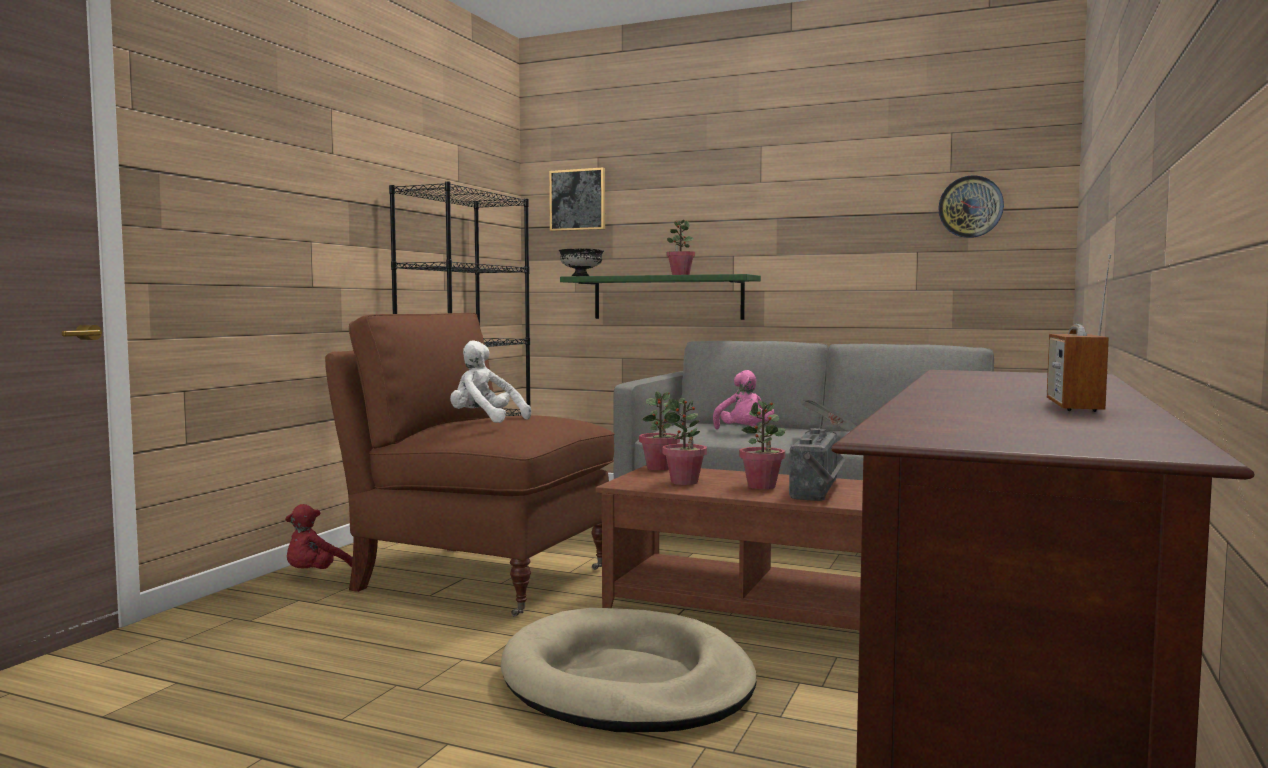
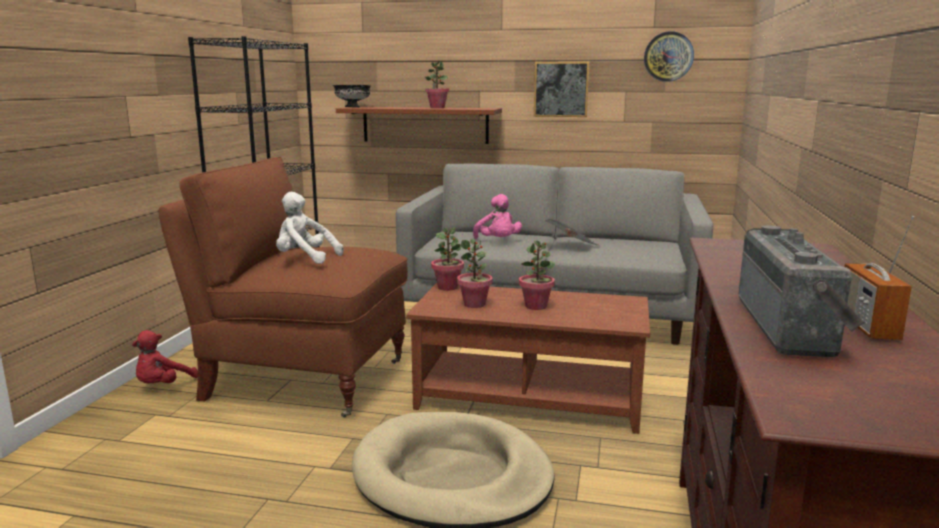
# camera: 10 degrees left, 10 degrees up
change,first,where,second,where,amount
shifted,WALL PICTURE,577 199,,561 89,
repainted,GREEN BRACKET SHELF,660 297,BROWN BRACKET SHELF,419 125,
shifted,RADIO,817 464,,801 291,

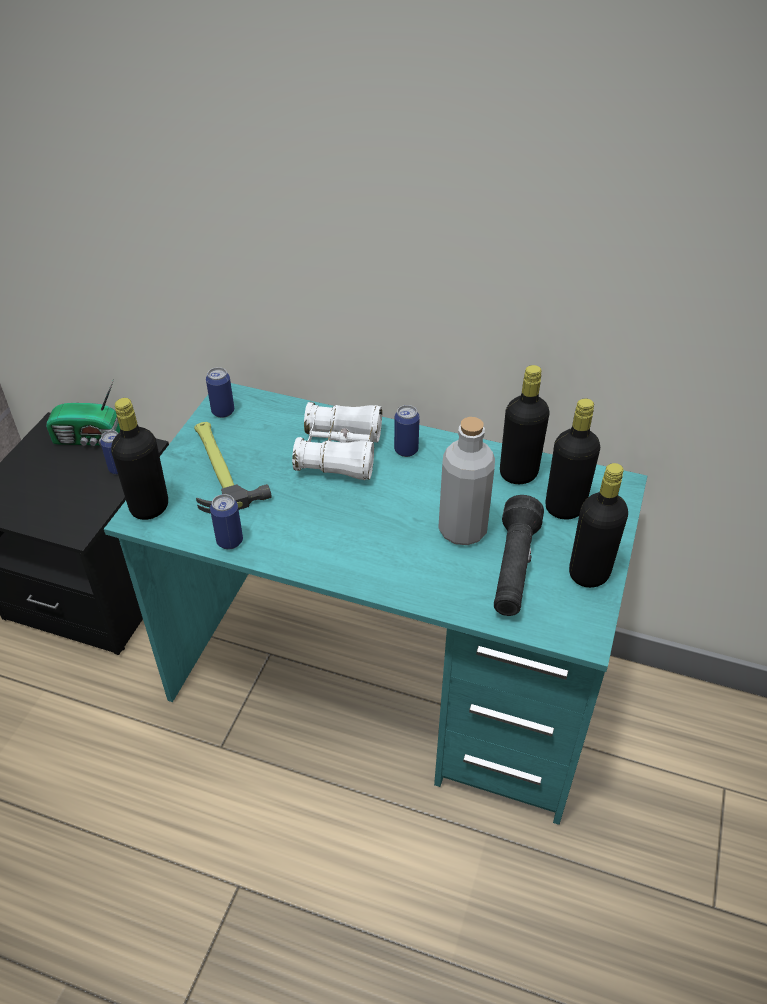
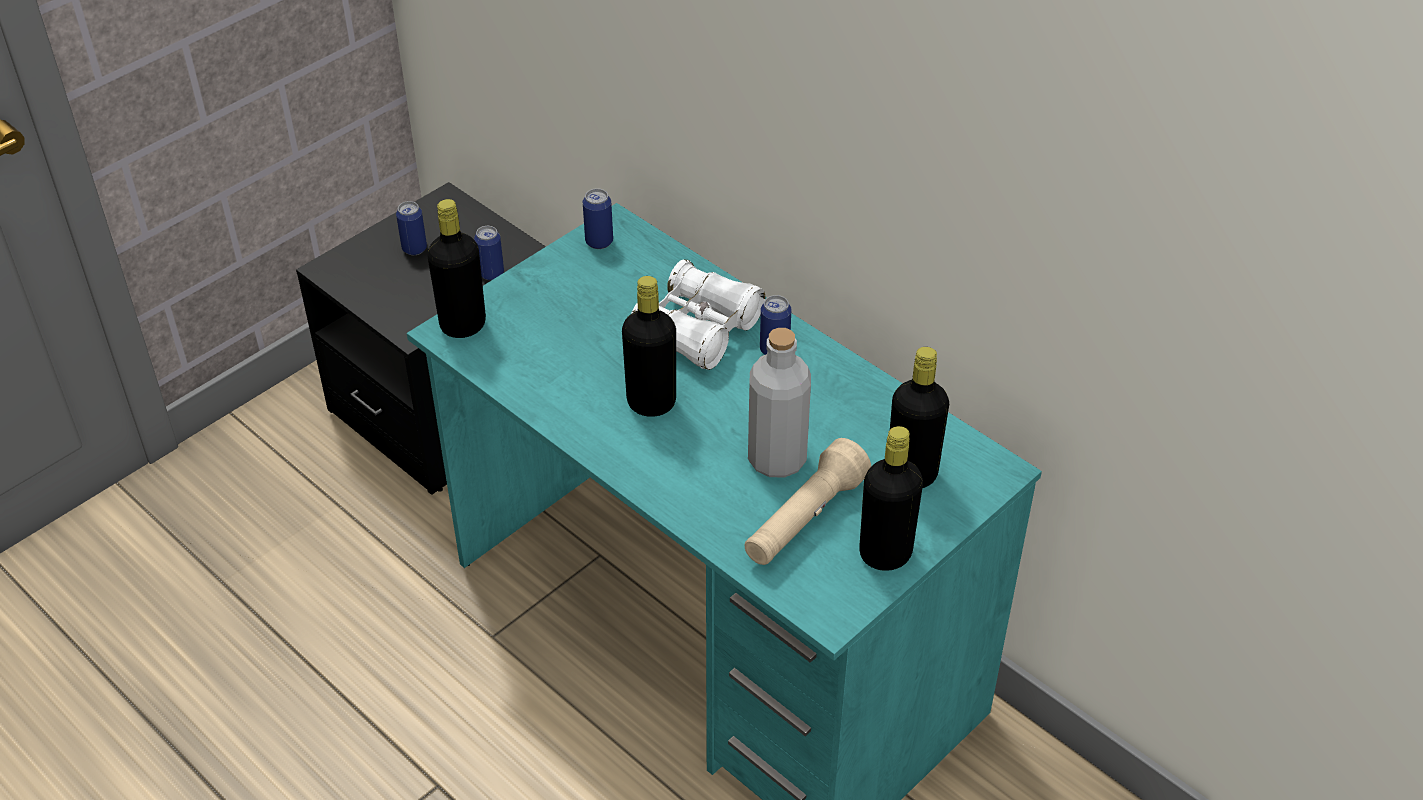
# camera: 25 degrees right, 0 degrees up
change,first,where,second,where,amount
shifted,BLACK BOTTLE,525 424,,649 346,
gone,RADIO,83 412,,,
gone,HAND HAMMER,233 468,,,
shifted,CAN,226 521,,411 228,
repainted,BLACK HAND TORCH,519 555,BEIGE-COLOURED HAND TORCH,808 501,

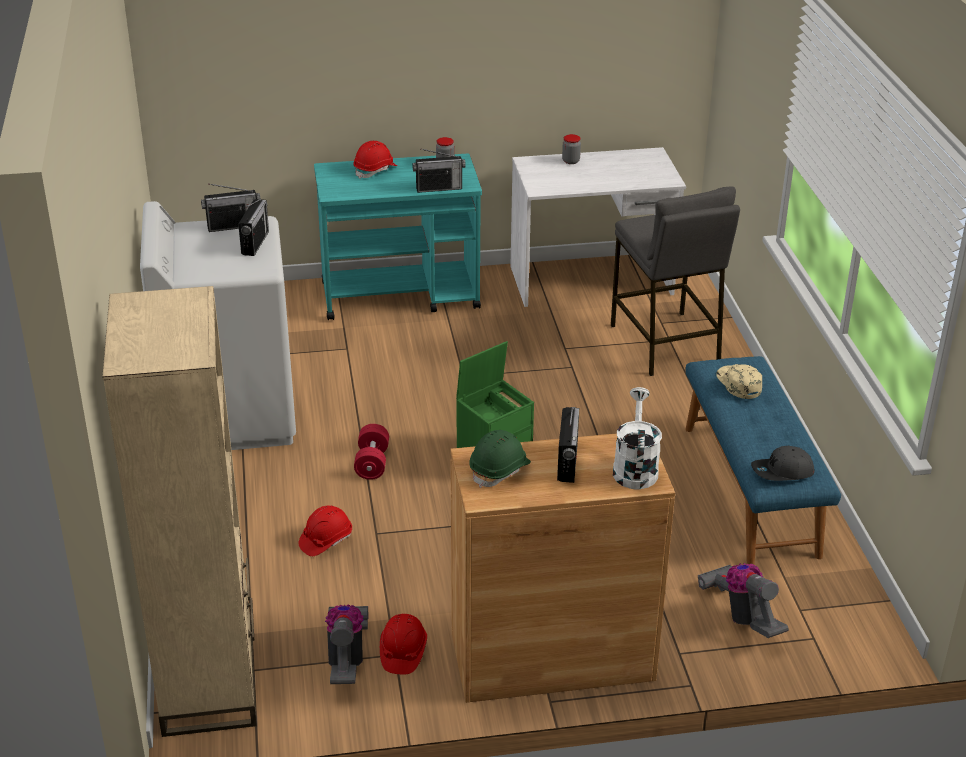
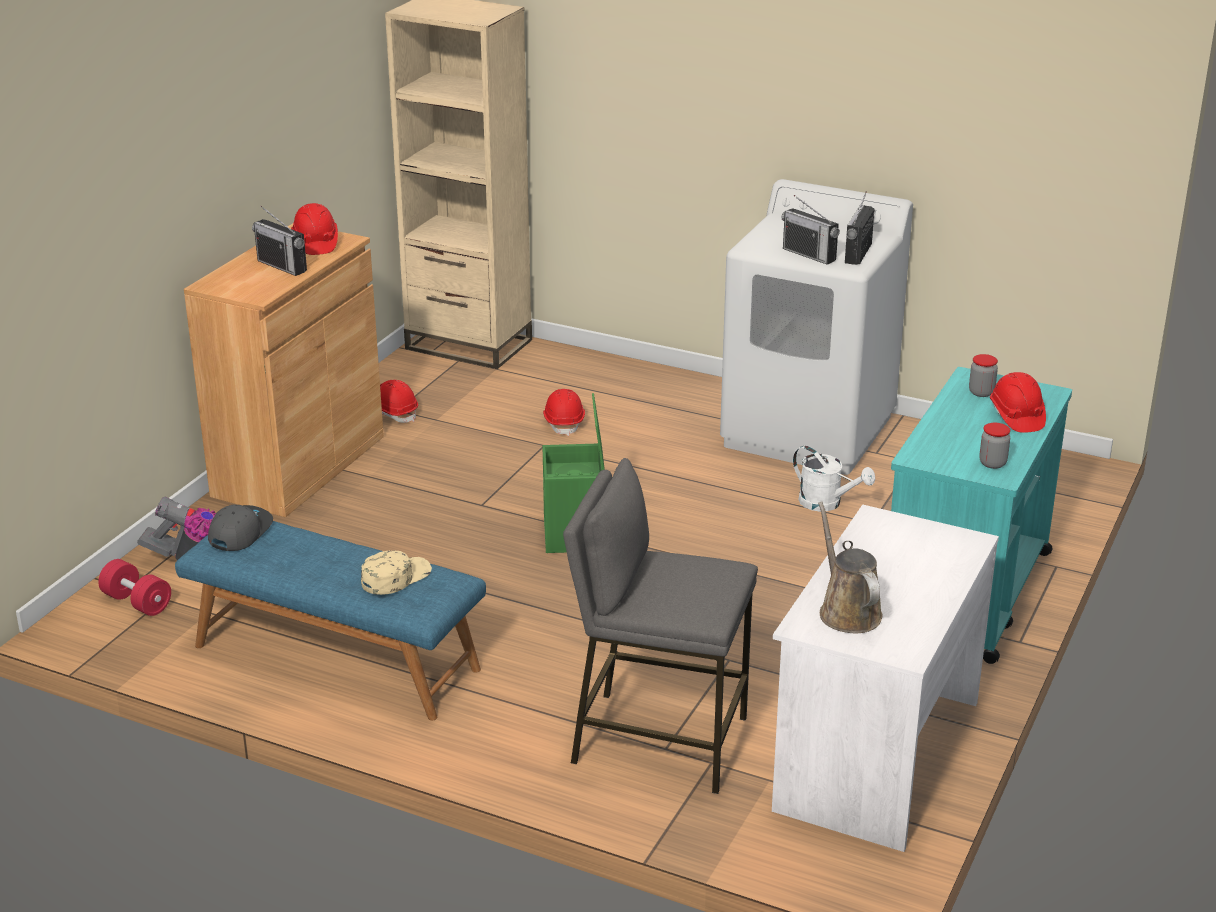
# camera: 125 degrees right, 5 degrees down
change,first,where,second,where,amount
shifted,PRESERVE JAR,571 149,,983 375,
gone,RADIO,439 170,,,
rotated,BEIGE-COLOURED PEAKED CAP,739 381,,396 572,60 degrees counterclockwise
shifted,WHITISH SPRINKLING CAN,637 438,,834 479,
shifted,RED FREE WEIGHT,371 452,,134 587,
repainted,GREEN HARD HAT,500 459,RED HARD HAT,314 229,
gone,HOOVER,347 644,,,
new,,,BROWN SPRINKLING CAN,850 567,

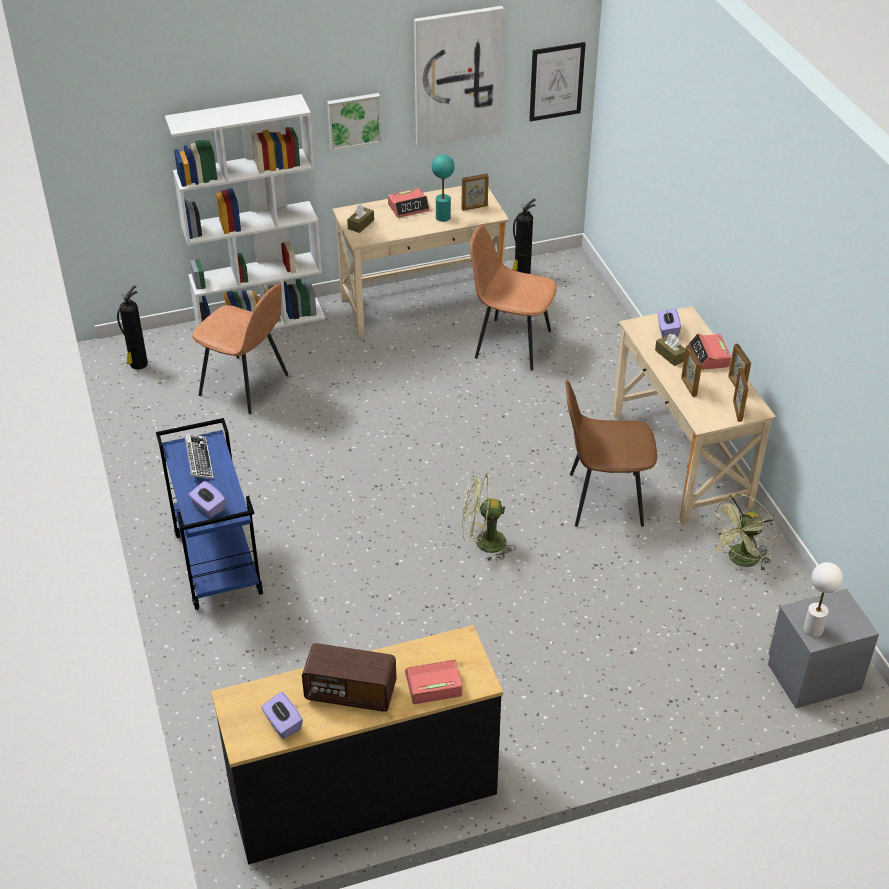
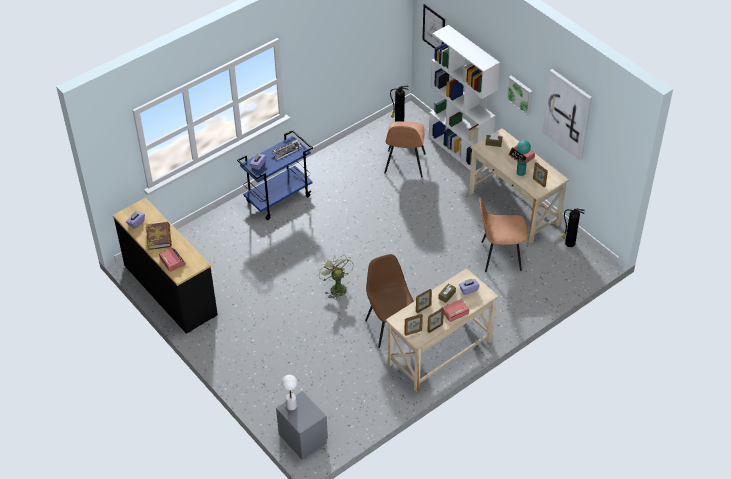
# camera: 70 degrees right, 5 degrees up
change,first,where,second,where,amount
shifted,WALL PICTURE,557 82,,434 26,
rotated,BROWN CHAIR,513 297,,503 234,90 degrees counterclockwise
gone,GREEN ELECTRIC FAN,743 533,,,
swapped,RADIO,349 677,BOUND BOOK,159 236,

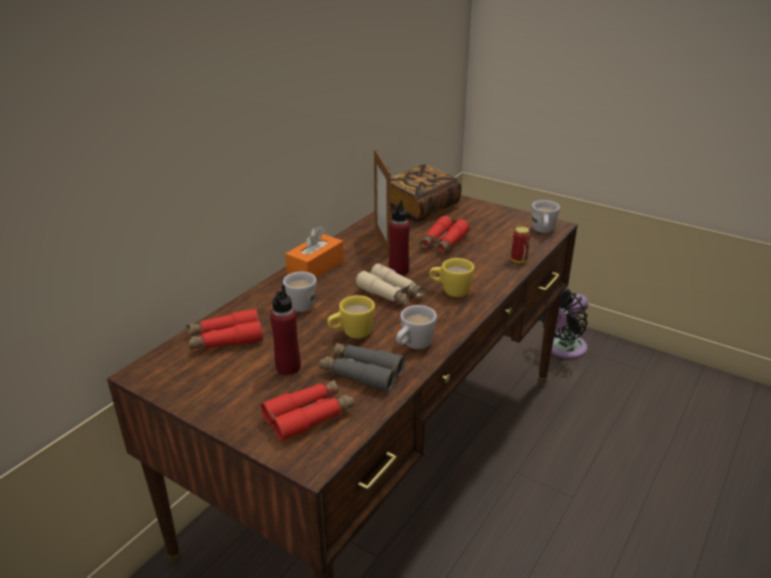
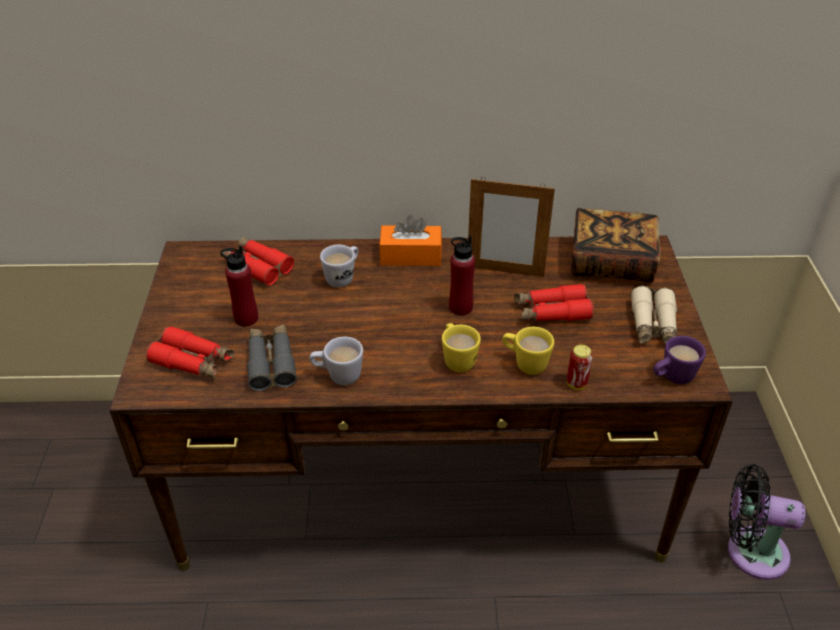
# camera: 55 degrees right, 10 degrees up
change,first,where,second,where,amount
rotated,PICTURE FRAME,382 202,,511 227,120 degrees counterclockwise
repainted,WHITISH MUG,546 216,PURPLE-COLOURED MUG,679 360,
shifted,BEIGE-COLOURED PAIR OF BINOCULARS,390 284,,653 315,
shifted,YELLOWISH MUG,351 317,,528 351,

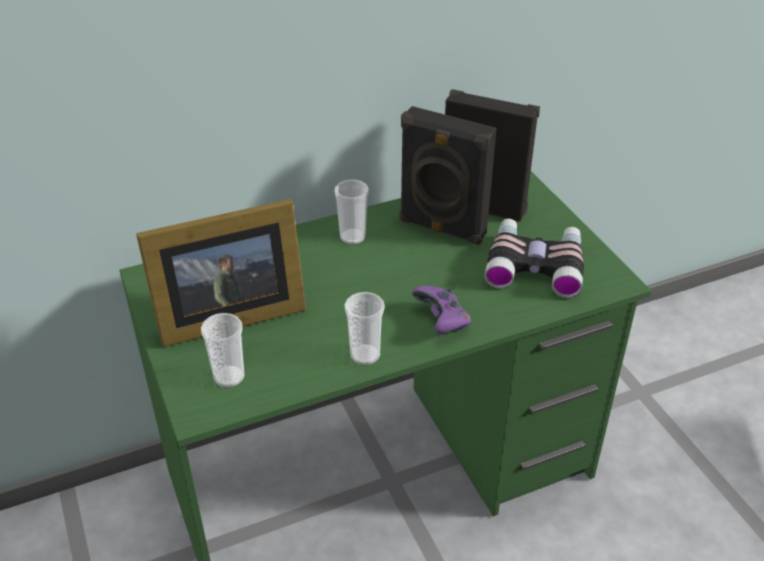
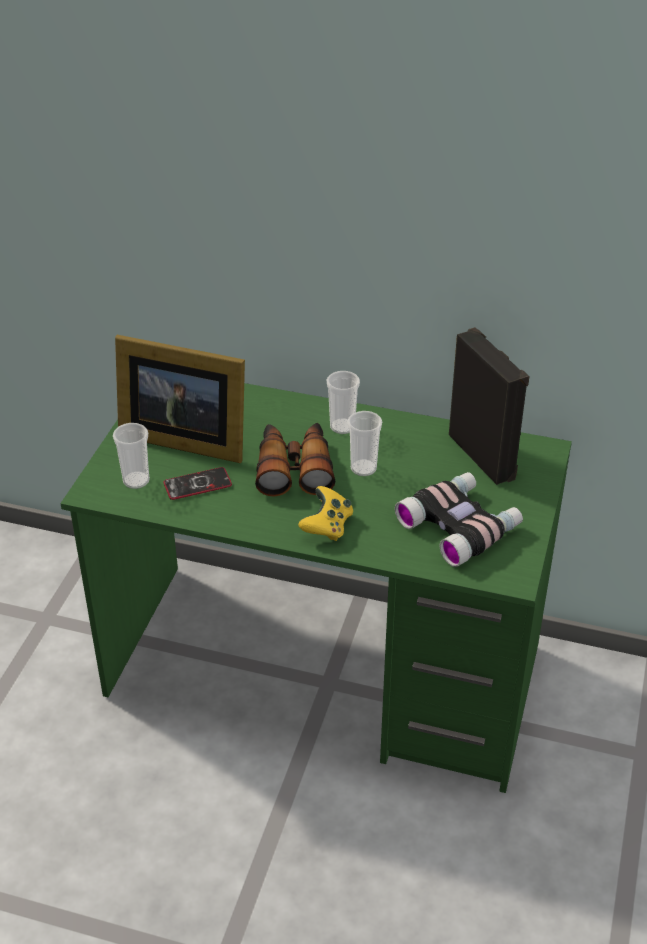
# camera: 40 degrees right, 0 degrees up
change,first,where,second,where,amount
gone,BLACK LOUDSPEAKER,448 175,,,
repainted,PURPLE-COLOURED GAMEPAD,441 309,YELLOWISH GAMEPAD,325 513,
shifted,SMALL CUP,364 328,,364 443,
new,,,PAIR OF BINOCULARS,295 459,
new,,,HANDSET,197 483,

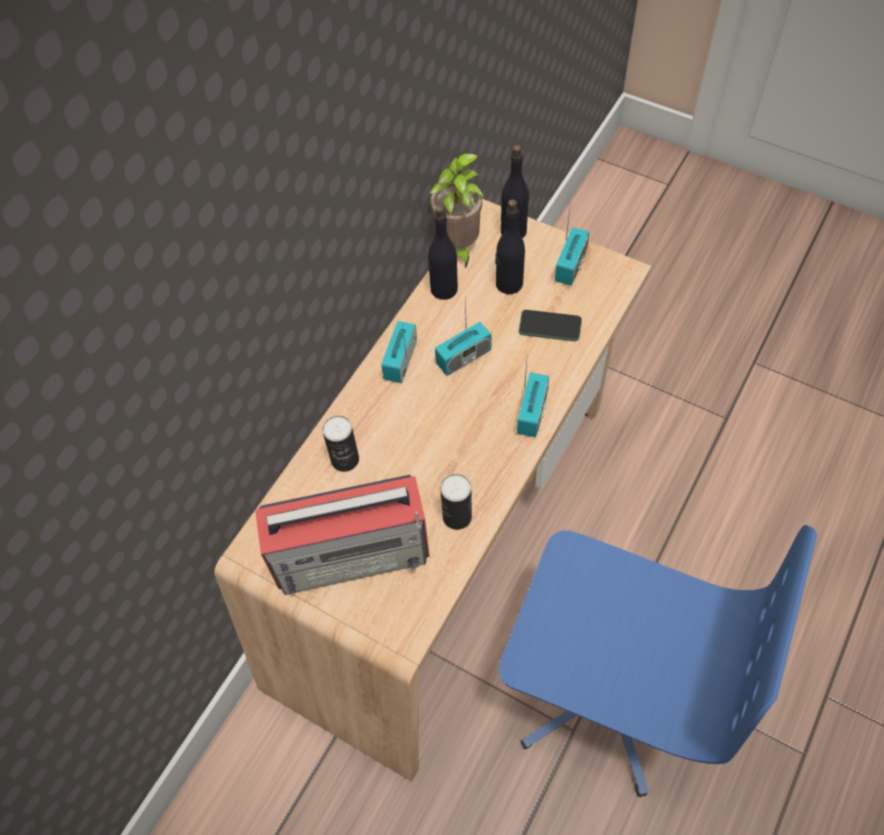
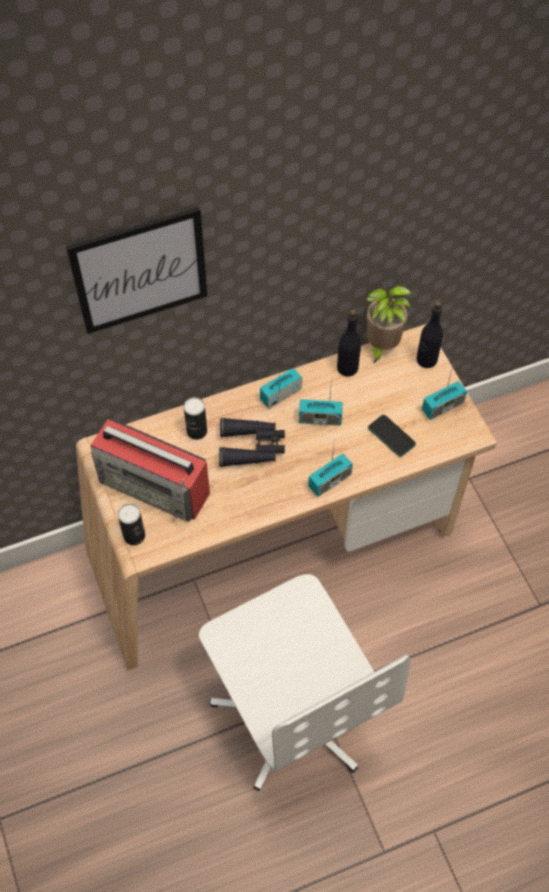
# camera: 35 degrees right, 0 degrees up
change,first,where,second,where,amount
gone,BLACK BOTTLE,510 246,,,
shifted,CAN,456 502,,131 524,
repainted,BLUE-COLOURED COMPUTER CHAIR,658 661,WHITISH COMPUTER CHAIR,305 682,
new,,,WALL PICTURE,136 270,
new,,,BLACK PAIR OF BINOCULARS,252 442,

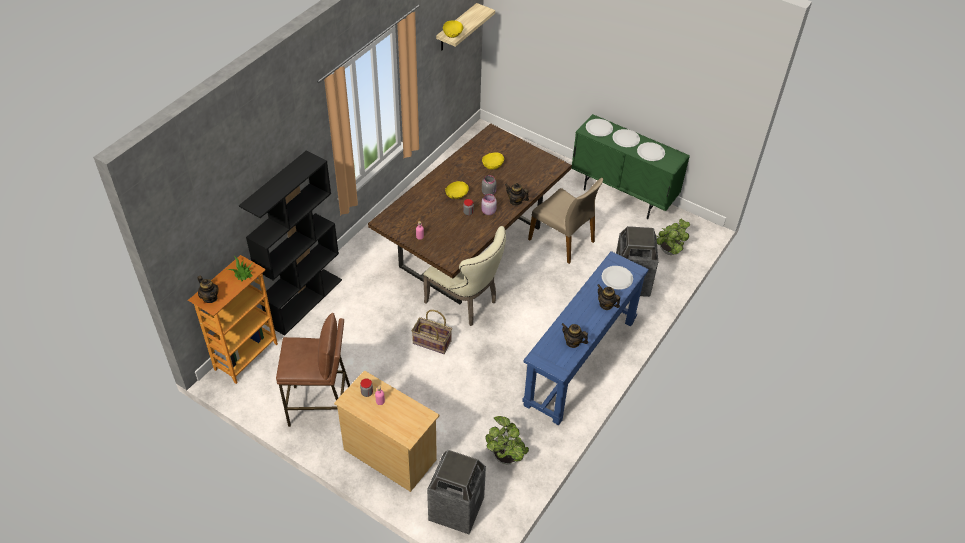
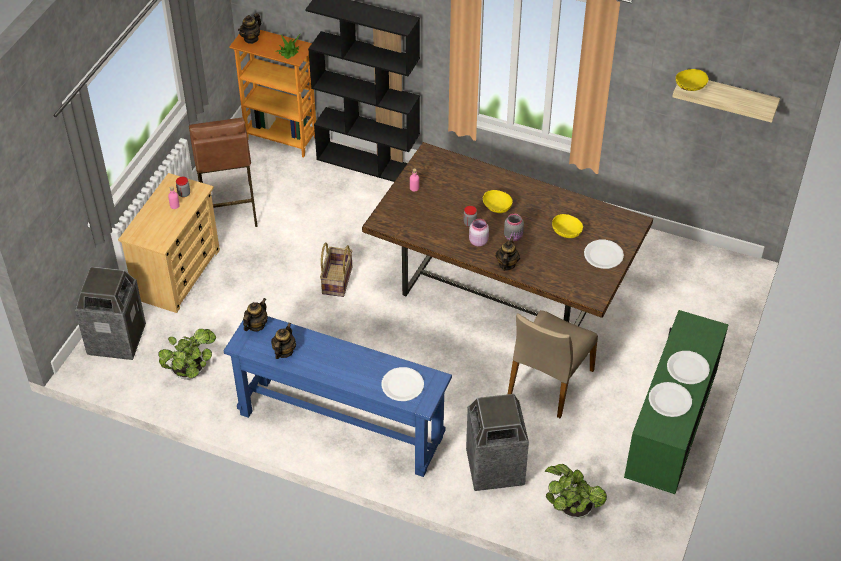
# camera: 80 degrees right, 0 degrees up
change,first,where,second,where,amount
shifted,WHITISH PLATE,599 128,,604 254,
gone,BEIGE-COLOURED CHAIR,464 276,,,
shifted,POT FOR TEA,608 297,,255 315,

